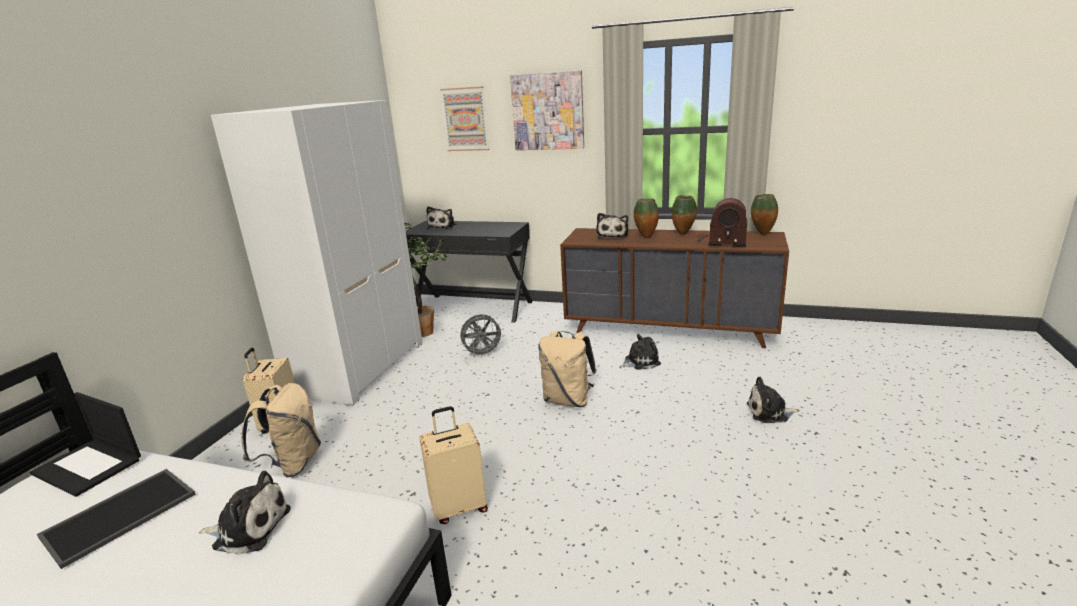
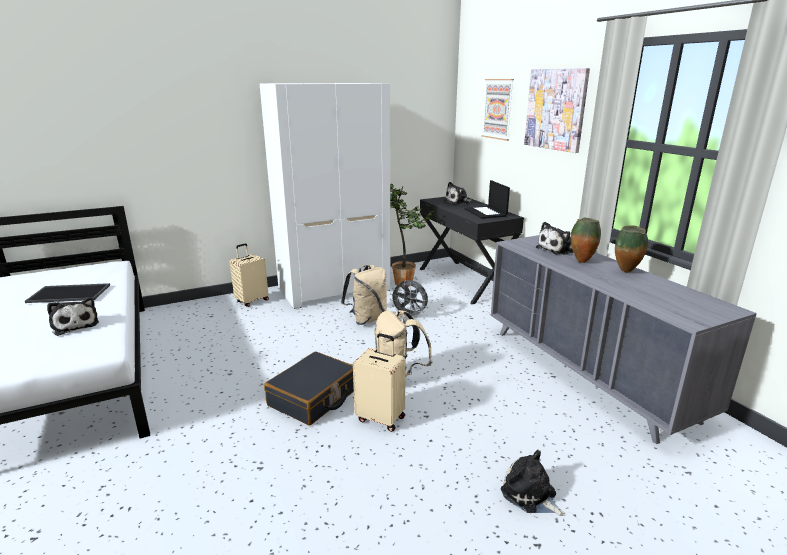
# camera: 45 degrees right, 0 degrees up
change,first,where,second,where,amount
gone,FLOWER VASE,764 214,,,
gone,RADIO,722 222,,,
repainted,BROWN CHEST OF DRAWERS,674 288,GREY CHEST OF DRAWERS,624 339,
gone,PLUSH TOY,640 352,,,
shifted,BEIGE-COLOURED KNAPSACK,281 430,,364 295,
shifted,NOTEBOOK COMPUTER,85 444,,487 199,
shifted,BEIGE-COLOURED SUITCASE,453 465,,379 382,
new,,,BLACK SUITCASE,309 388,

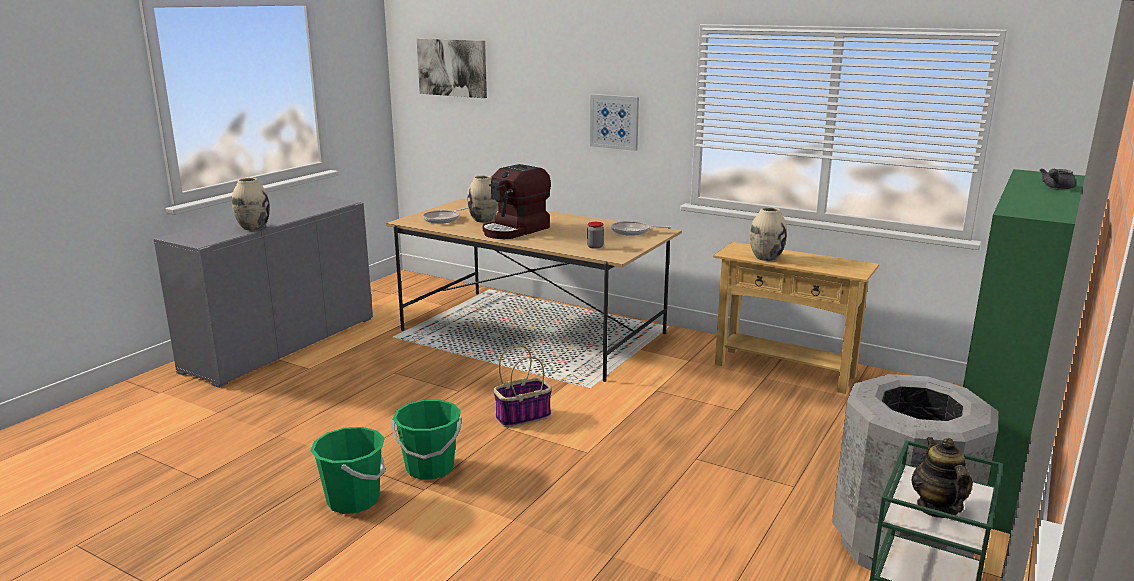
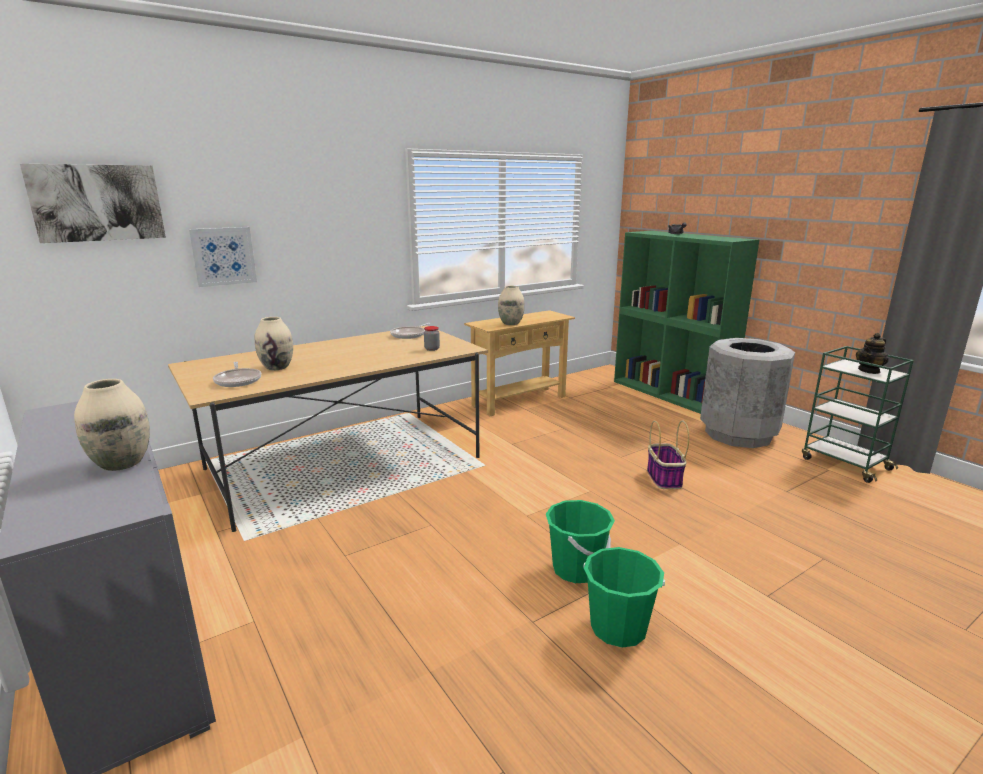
# camera: 65 degrees left, 0 degrees up
change,first,where,second,where,amount
shifted,WALL PICTURE,614 122,,222 257,
gone,COFFEE MAKER,517 201,,,
shifted,BASKET,522 386,,668 454,
rotated,POT FOR TEA,942 477,,872 353,60 degrees counterclockwise

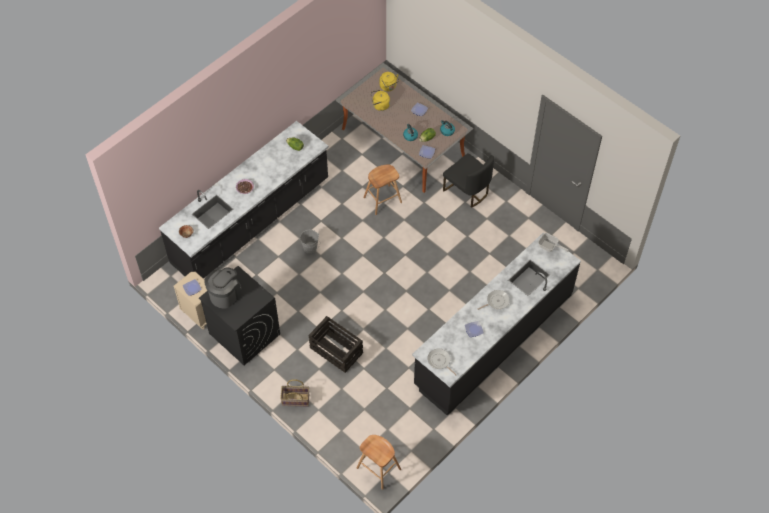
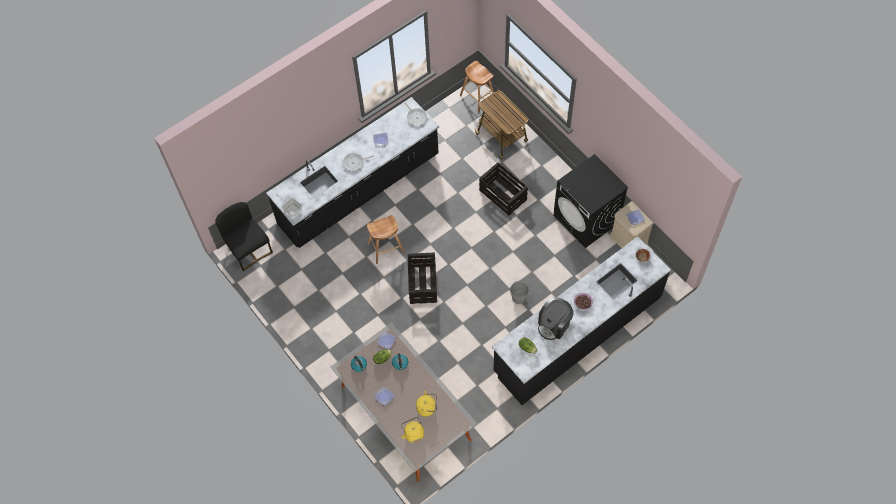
# camera: 170 degrees left, 5 degrees up
change,first,where,second,where,amount
shifted,BLACK CHAIR,468 180,,244 236,
shifted,BROWN STOOL,382 190,,386 239,
shifted,COFFEE MAKER,223 287,,556 318,
gone,BASKET,294 393,,,
new,,,TROLLEY,501 125,
new,,,PACKING CRATE,422 278,

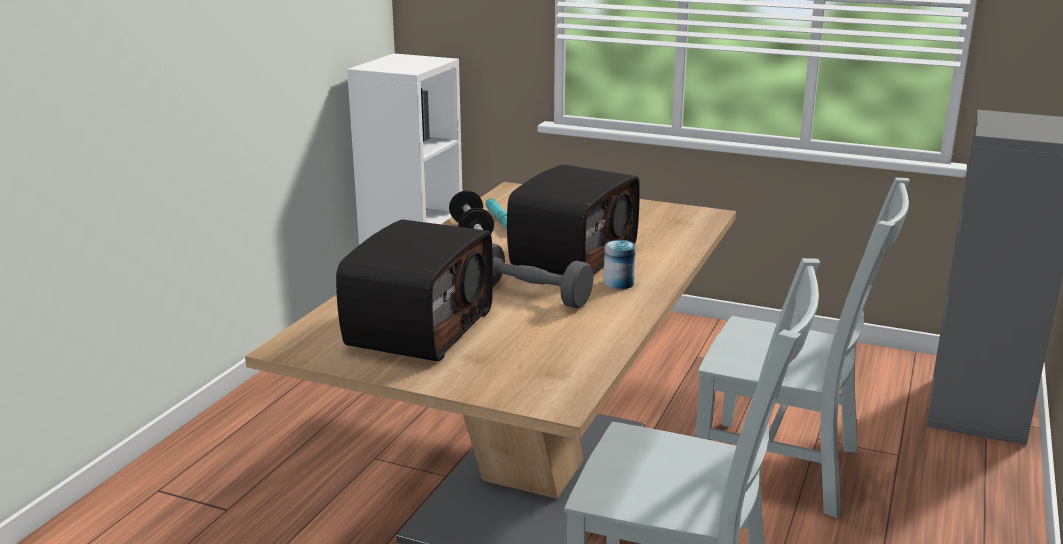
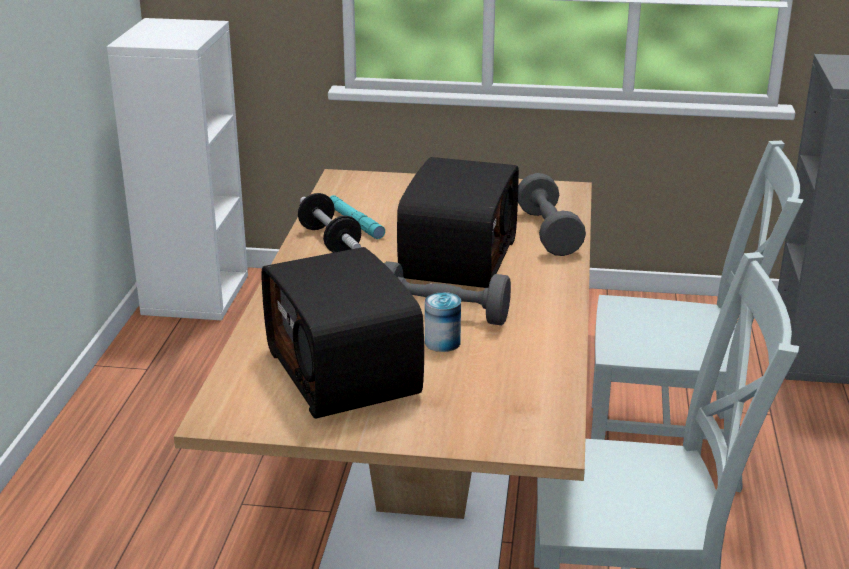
# camera: 15 degrees left, 5 degrees up
change,first,where,second,where,amount
rotated,RADIO,414 290,,342 333,150 degrees clockwise
shifted,CAN,620 264,,443 322,
new,,,GREY FREE WEIGHT,552 214,

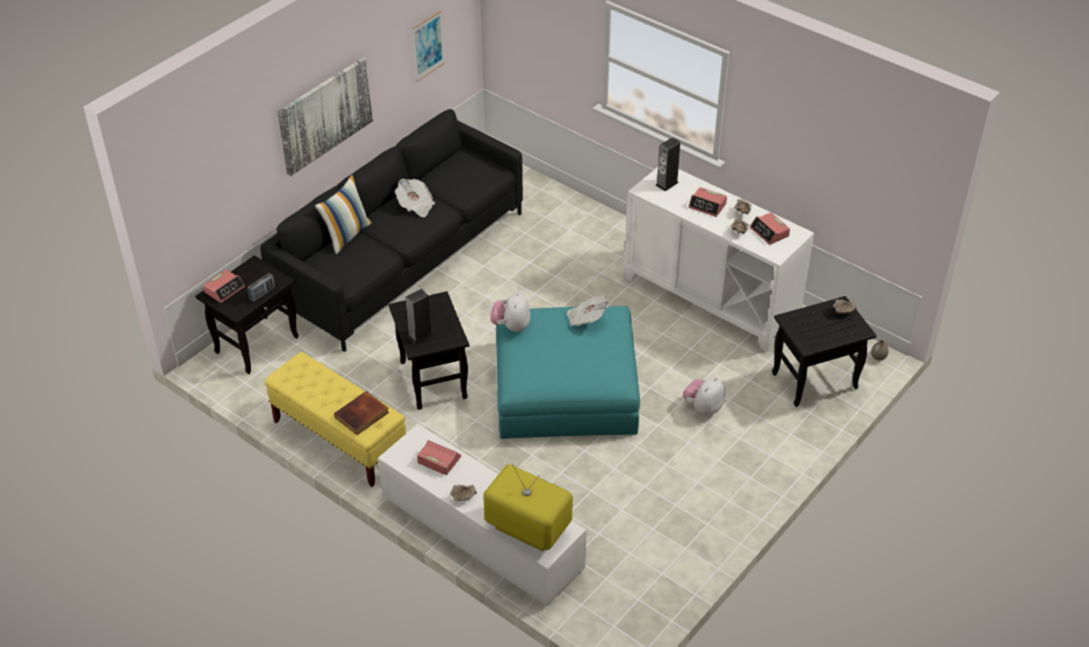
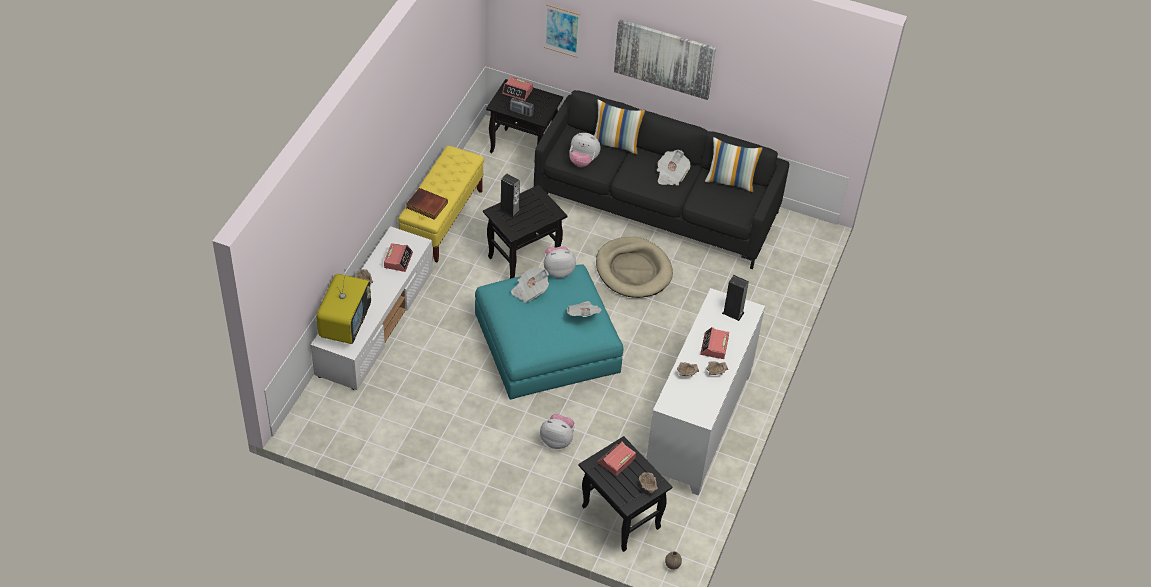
# camera: 70 degrees right, 5 degrees up
change,first,where,second,where,amount
shifted,WALL PICTURE,428 46,,562 30,
shifted,TABLE CLOCK,770 228,,617 459,
new,,,PLUSH TOY,585 150,
new,,,CUSHION,734 165,
new,,,BEIGE-COLOURED DOG BED,634 267,
new,,,PRINTED PAPER,530 284,

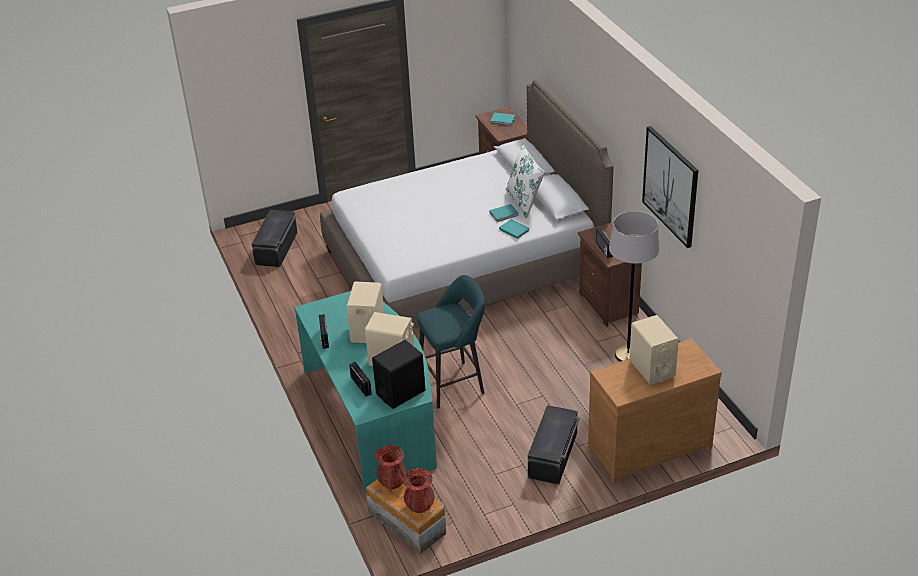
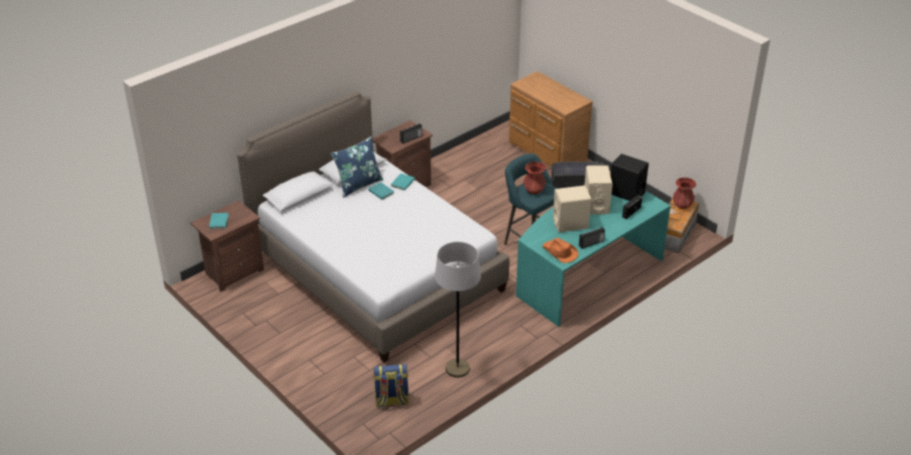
# camera: 110 degrees left, 0 degrees up
change,first,where,second,where,amount
gone,WALL PICTURE,670 187,,,
repainted,WHITISH CUSHION,525 181,BLUE-COLOURED CUSHION,357 167,
swapped,BLACK STORAGE CONTAINER,274 238,KNAPSACK,391 386,
shifted,GREY STANDING LAMP,634 286,,458 310,
gone,BEIGE-COLOURED LOUDSPEAKER,654 350,,,
shifted,RED FLOWER VASE,391 467,,535 178,
new,,,ORANGE-COLOURED CLOTHING HAT,560 250,

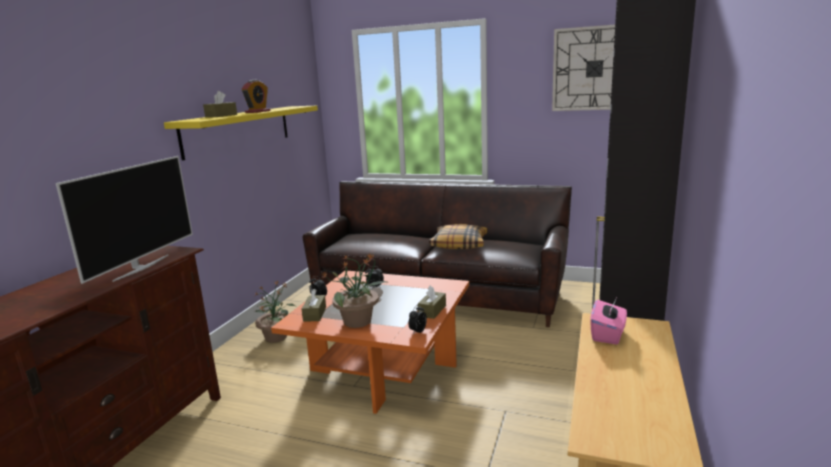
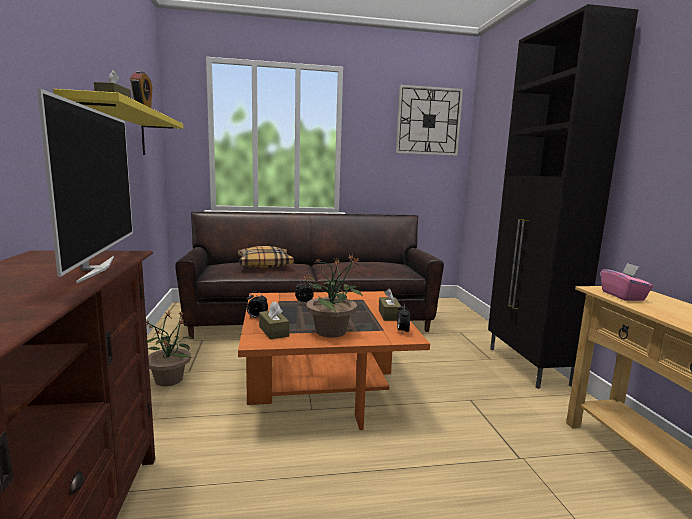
# camera: 30 degrees left, 5 degrees down
change,first,where,second,where,amount
shifted,CUSHION,458 236,,266 257,

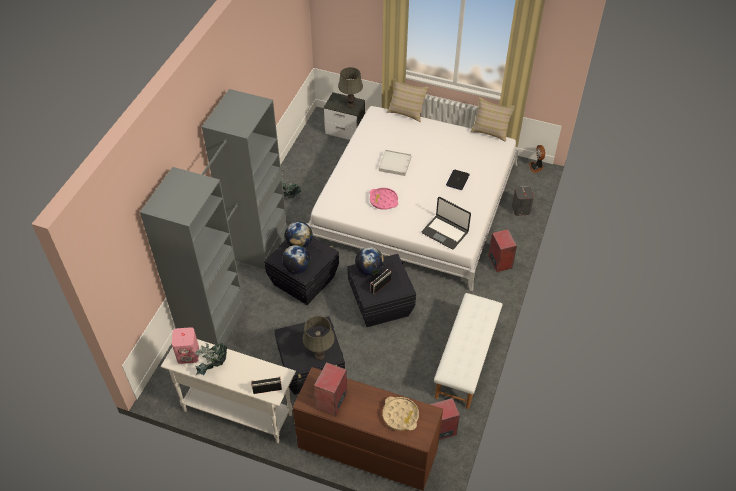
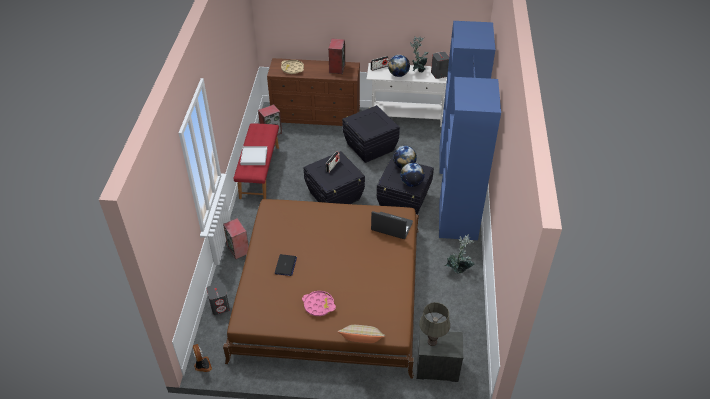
# camera: 165 degrees right, 5 degrees down
change,first,where,second,where,amount
repainted,GREY WARDROBE,213 217,BLUE-COLOURED WARDROBE,470 130,
gone,BEIGE-COLOURED CUSHION,492 119,,,
repainted,WHITISH SLEEPING BED,413 198,BROWN SLEEPING BED,321 289,
shifted,WHITISH TRAY,395 163,,253 155,
shifted,PINKISH TRAY,384 199,,319 303,
shifted,NOTEBOOK COMPUTER,446 223,,392 225,
shifted,WORLD GLOBE,369 261,,399 66,
repainted,WHITISH LONG SEAT,468 351,RED LONG SEAT,256 161,
gone,GREY LAMP FOR A TABLE,318 338,,,
repainted,PINKISH LOUDSPEAKER,185 345,GREY LOUDSPEAKER,440 65,

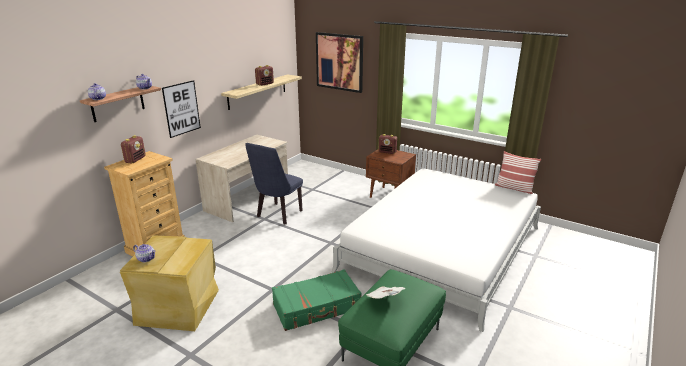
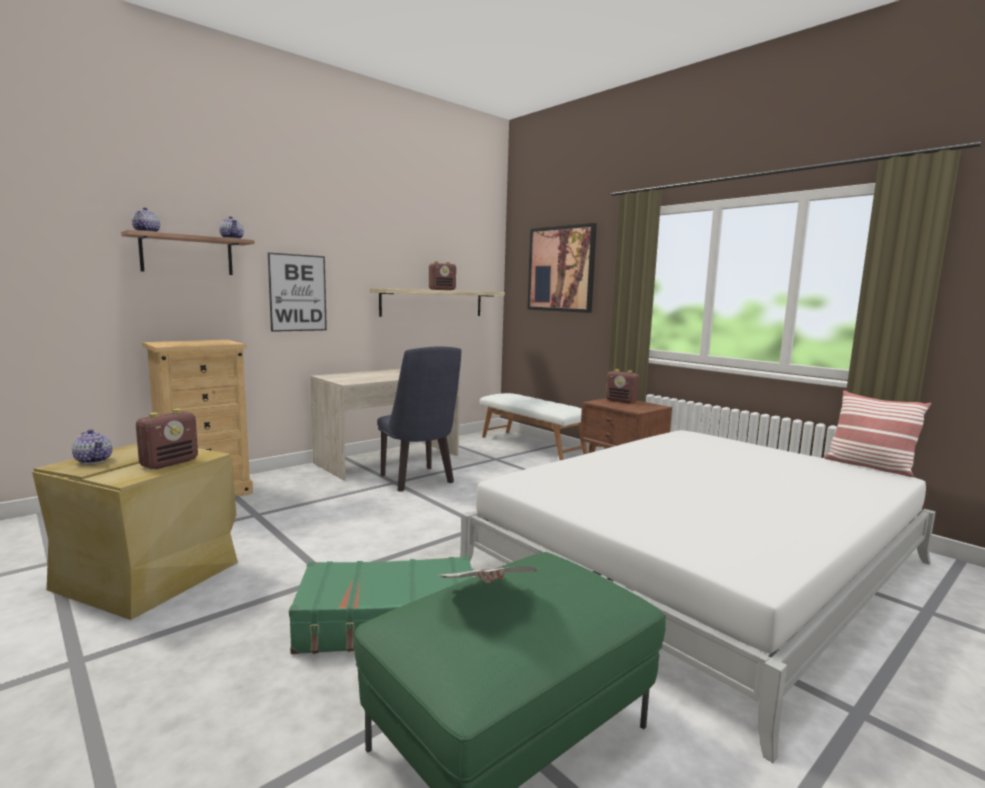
# camera: 15 degrees right, 15 degrees down
change,first,where,second,where,amount
shifted,RADIO,133 149,,167 439,
rotated,BLUE-COLOURED CHAIR,274 184,,419 419,75 degrees counterclockwise
new,,,WHITISH LONG SEAT,533 426,

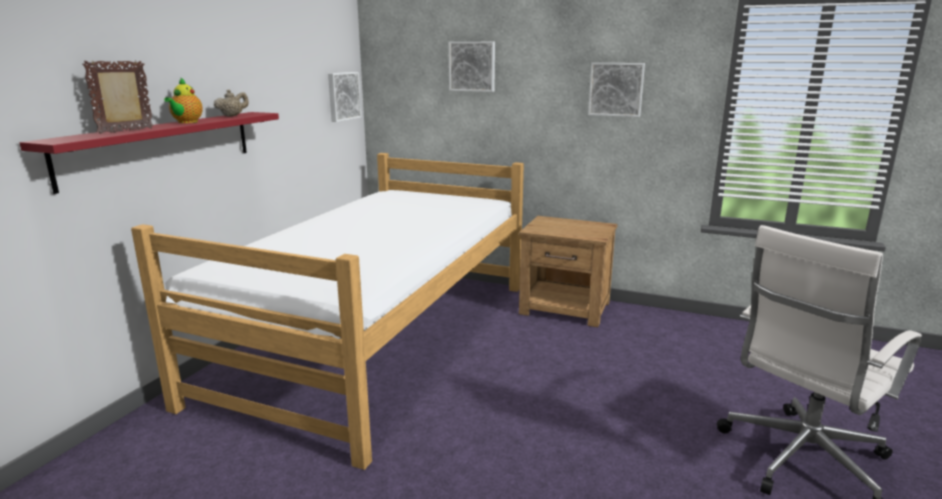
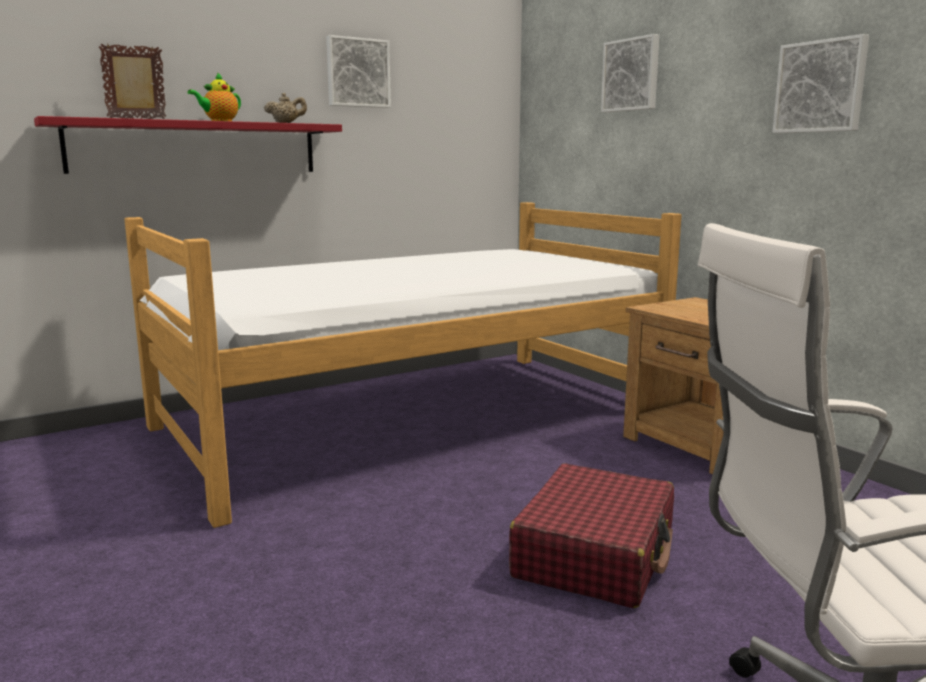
# camera: 35 degrees right, 5 degrees down
change,first,where,second,where,amount
shifted,WALL PICTURE,344 97,,358 71,
new,,,RED SUITCASE,591 536,

